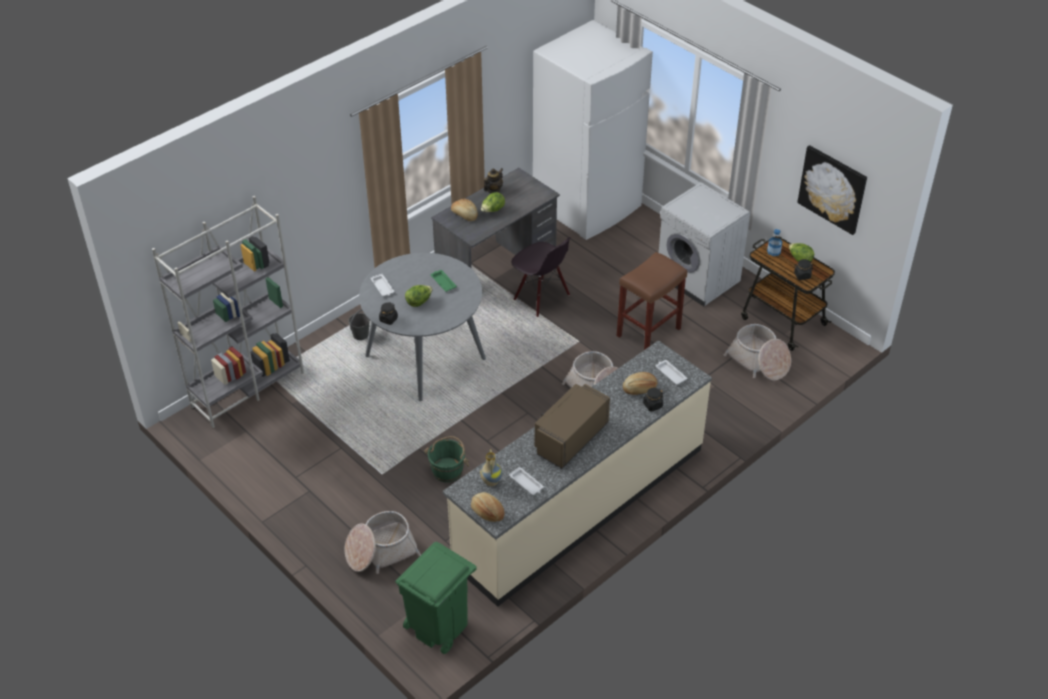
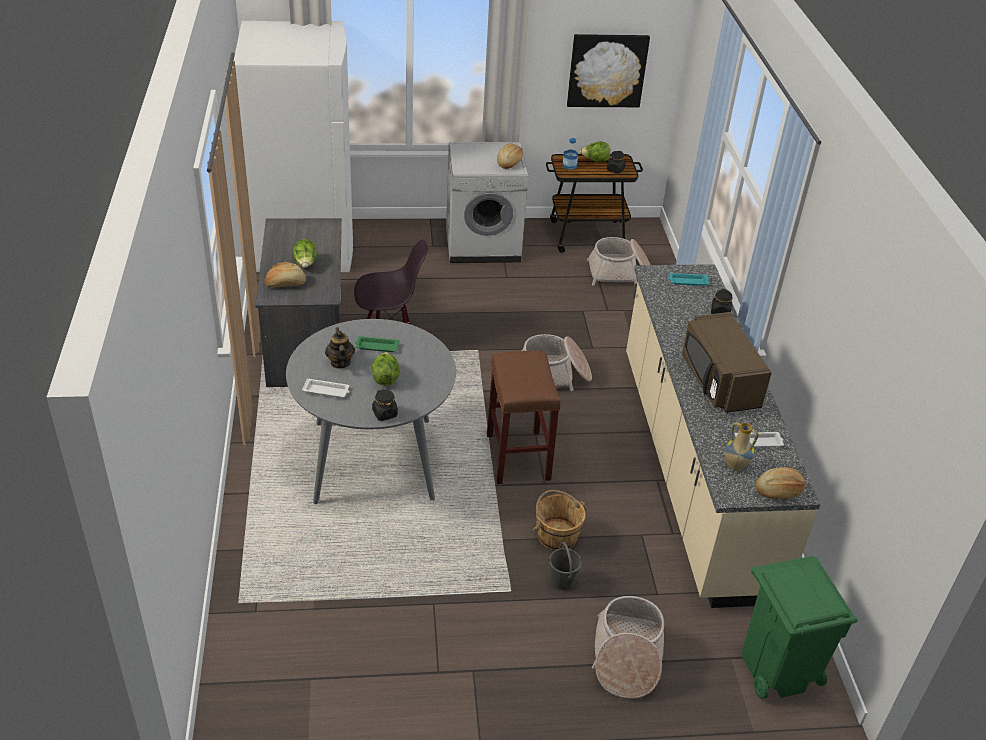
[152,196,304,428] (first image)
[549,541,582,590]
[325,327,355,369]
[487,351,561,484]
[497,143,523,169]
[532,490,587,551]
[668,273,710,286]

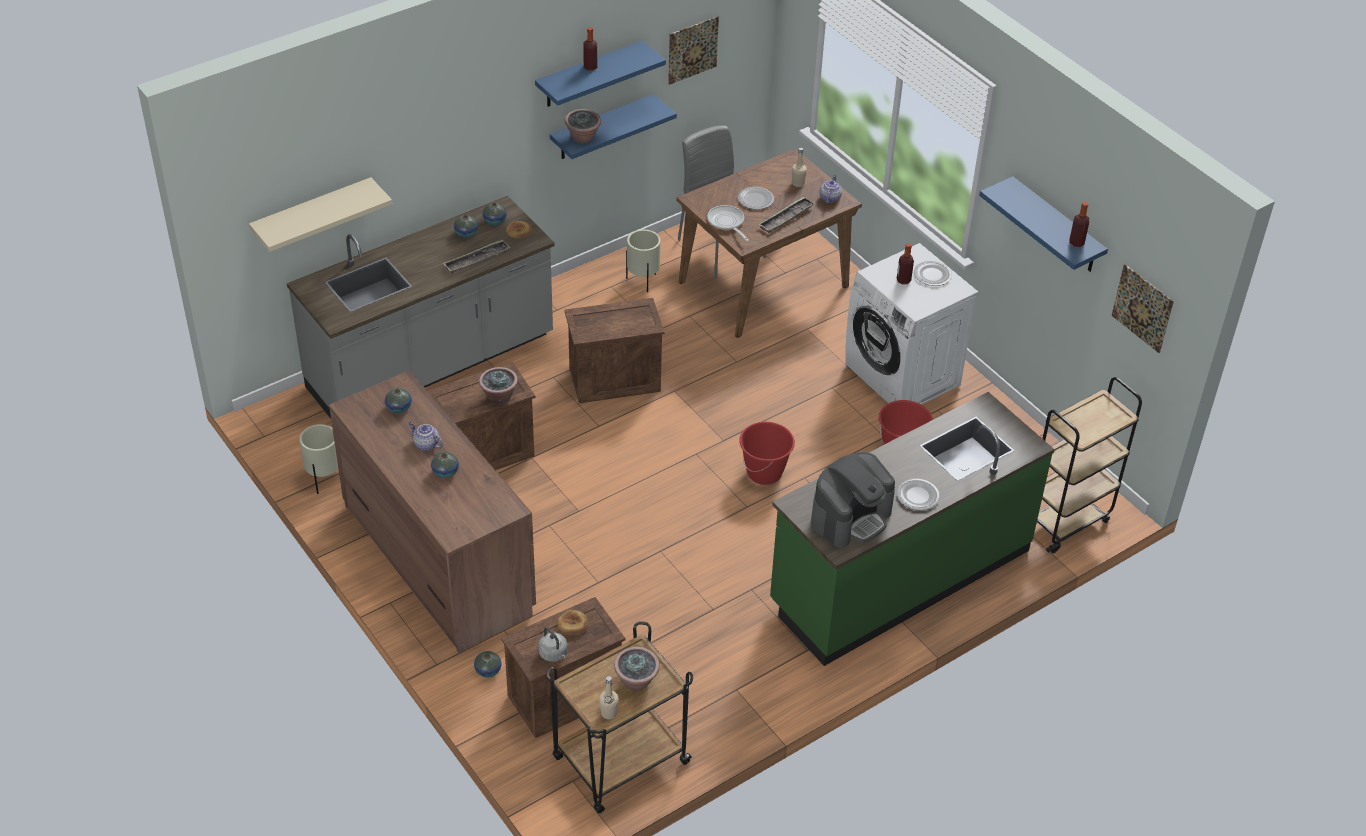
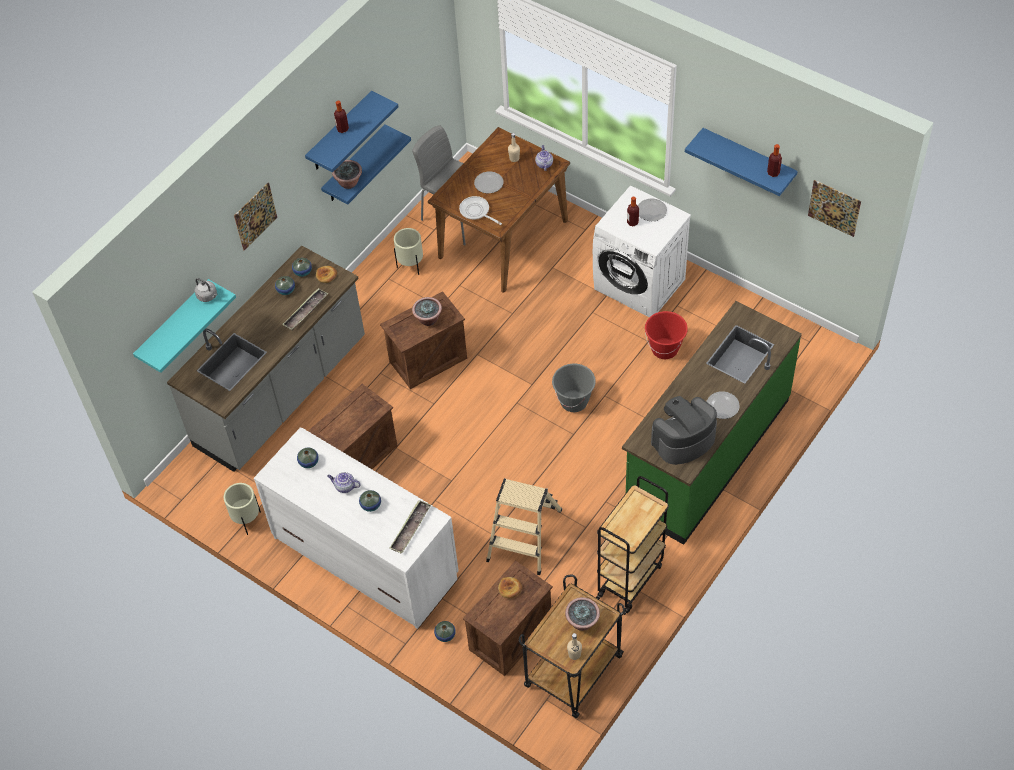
[486,478,562,575]
[412,297,442,326]
[195,278,218,302]
[234,182,277,250]
[390,500,431,553]
[596,476,669,615]
[133,279,236,373]
[254,427,459,629]
[552,364,596,412]
[651,396,717,465]

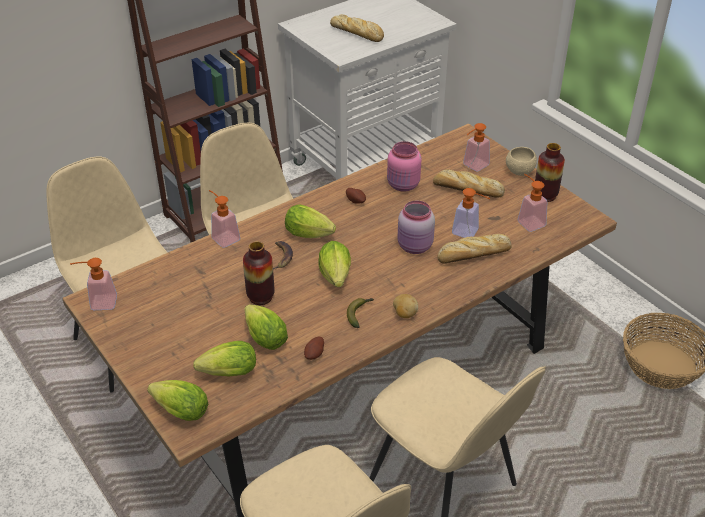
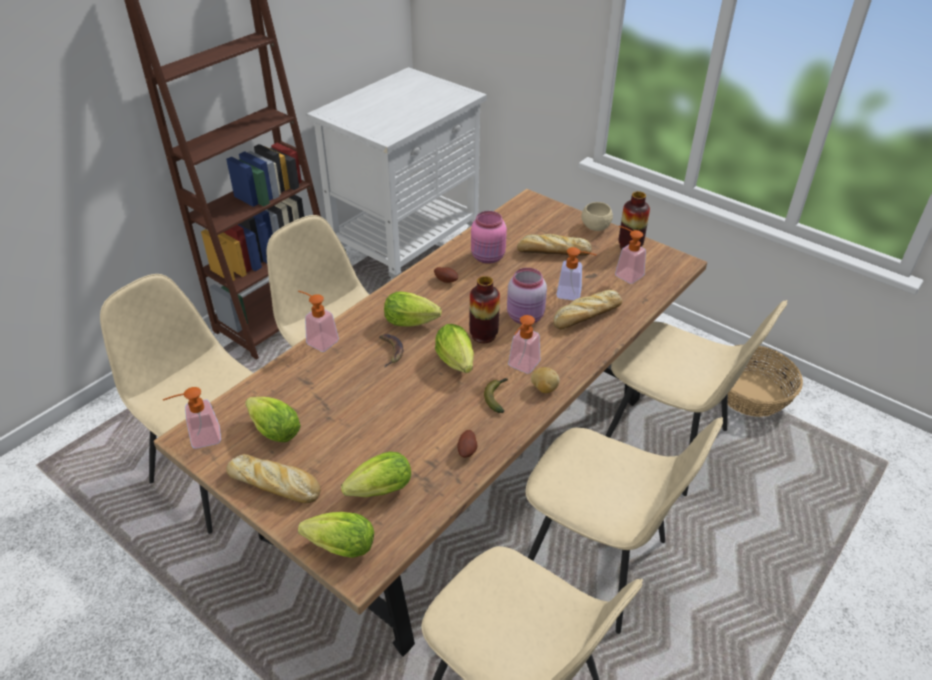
[605,300,787,496]
[469,276,500,343]
[245,397,301,442]
[226,454,321,503]
[508,315,540,374]

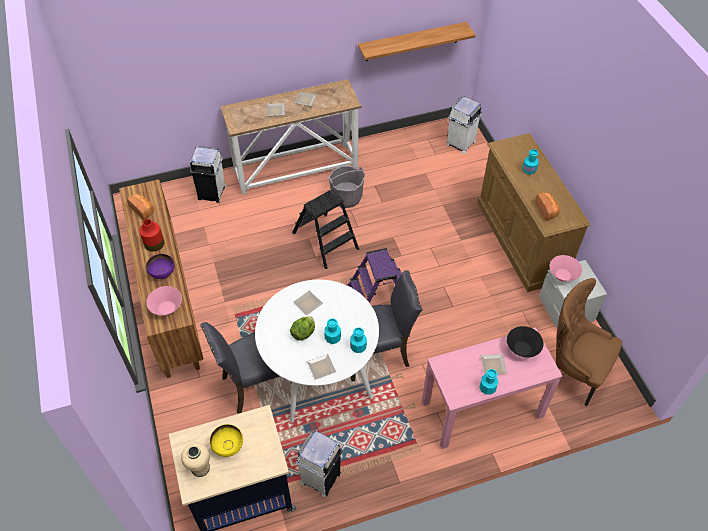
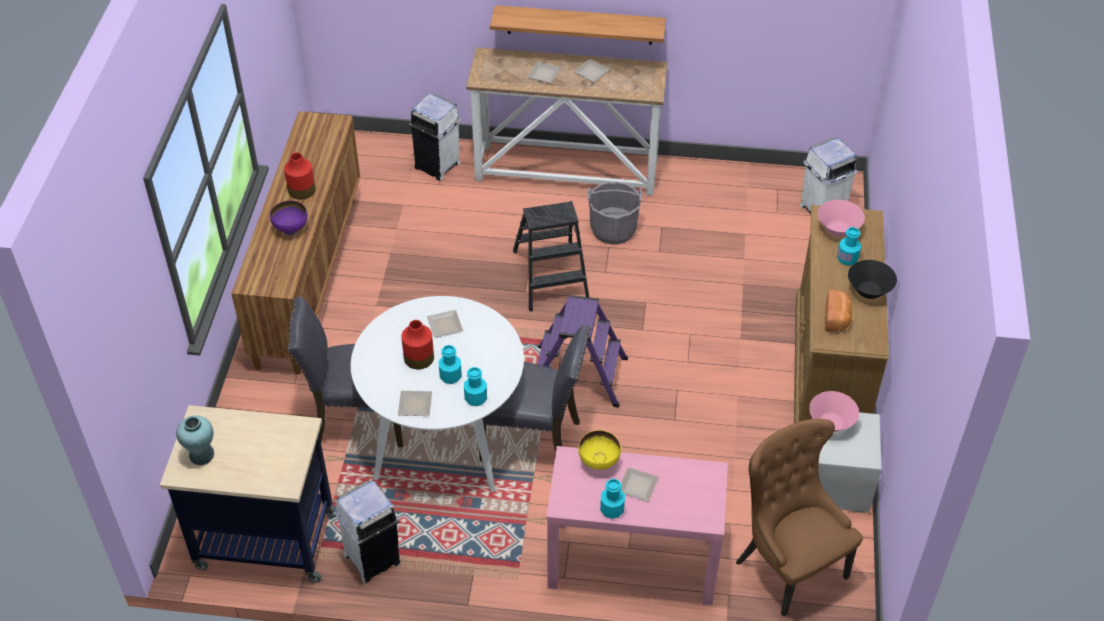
[127,194,154,220] (first image)
[818,200,865,237]
[578,430,621,470]
[490,5,666,45]
[848,260,897,299]
[401,320,434,369]
[176,415,214,465]

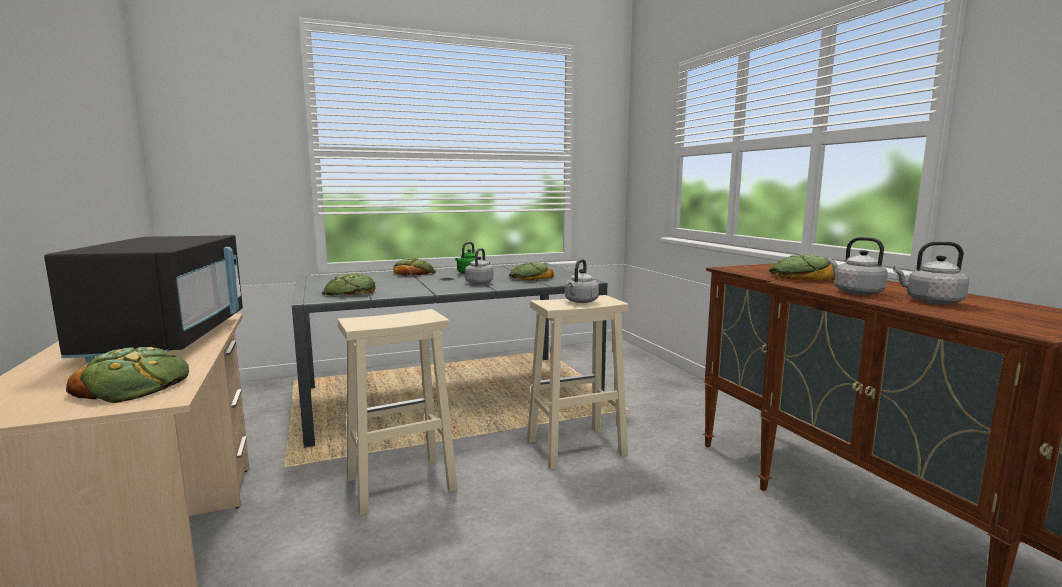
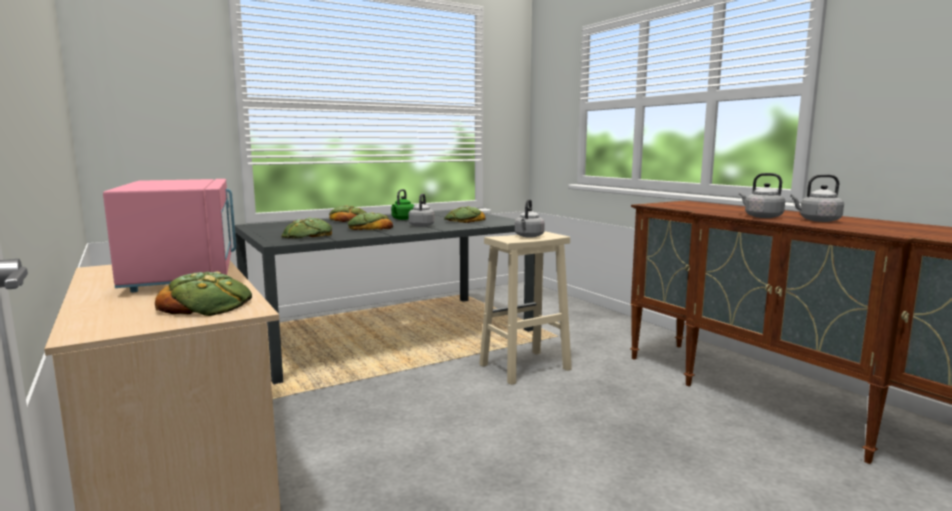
[338,309,458,516] (first image)
[348,212,393,230]
[103,179,236,292]

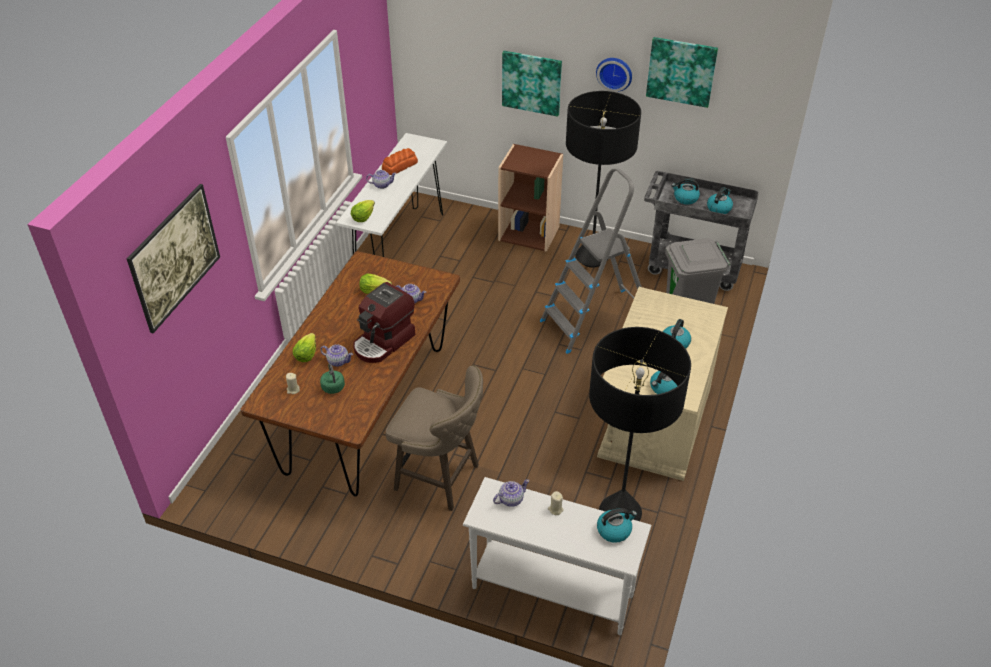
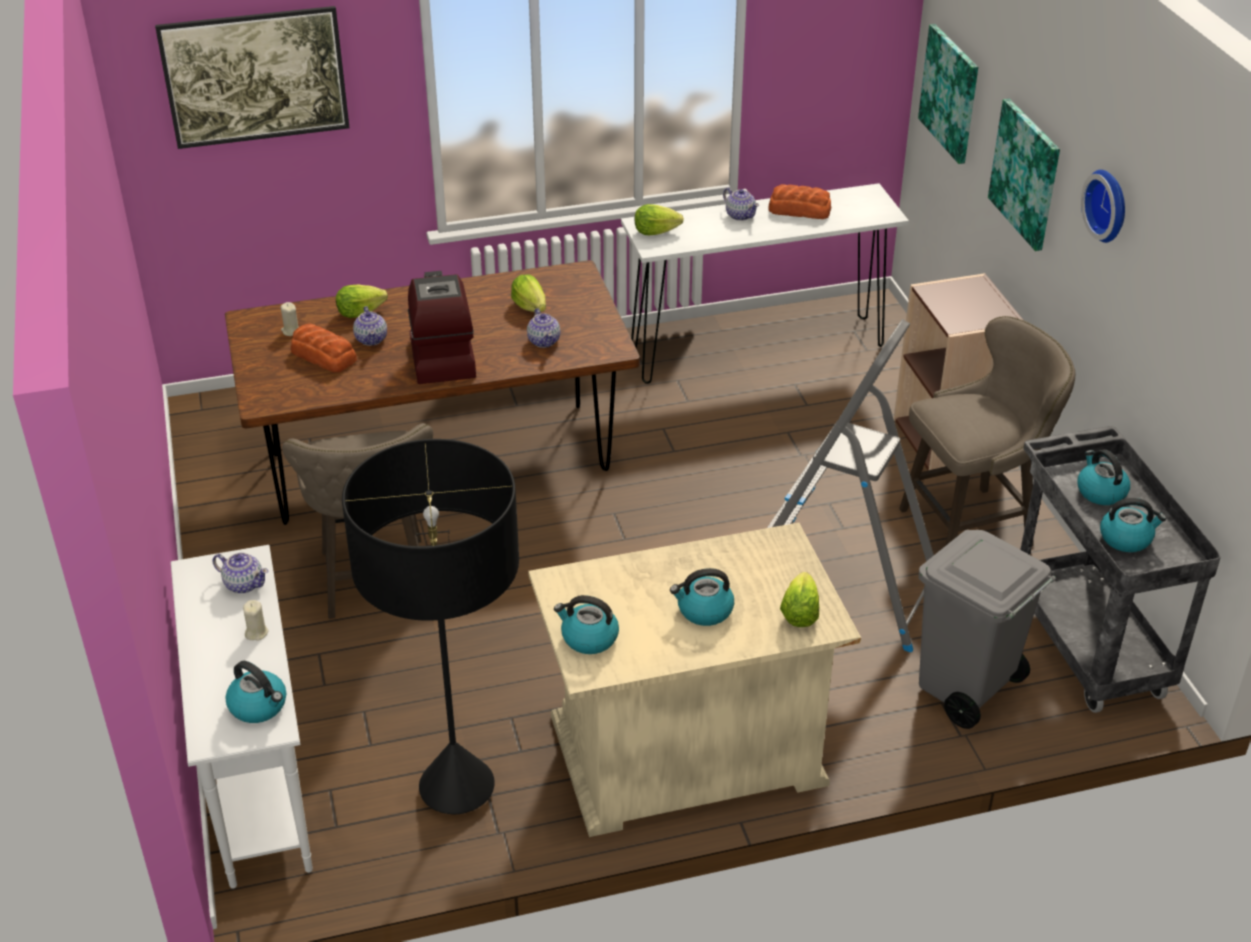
[780,572,819,627]
[918,24,978,164]
[291,324,357,372]
[899,316,1075,546]
[408,271,476,384]

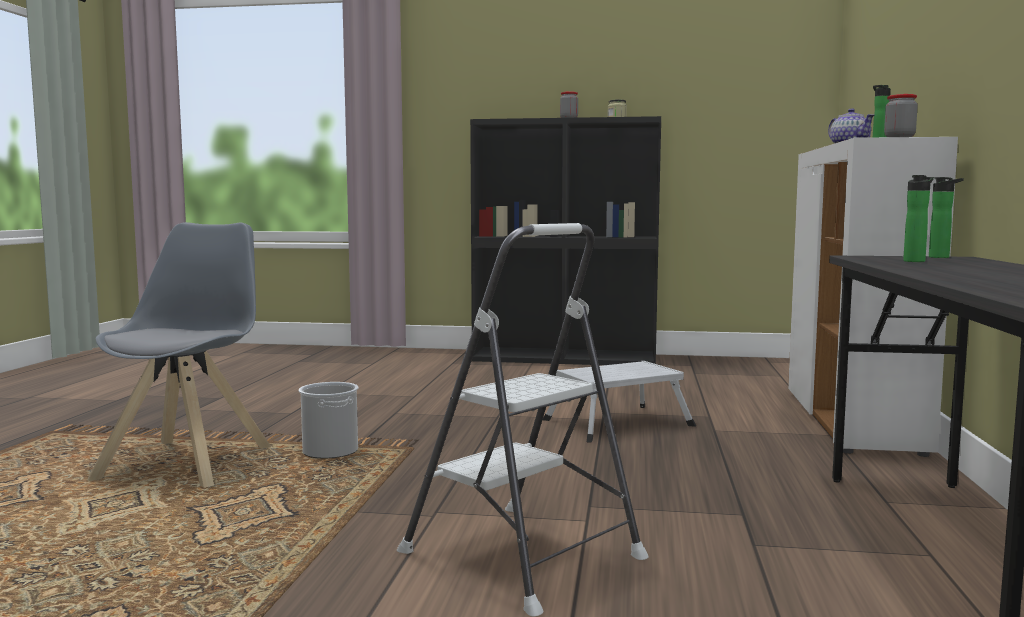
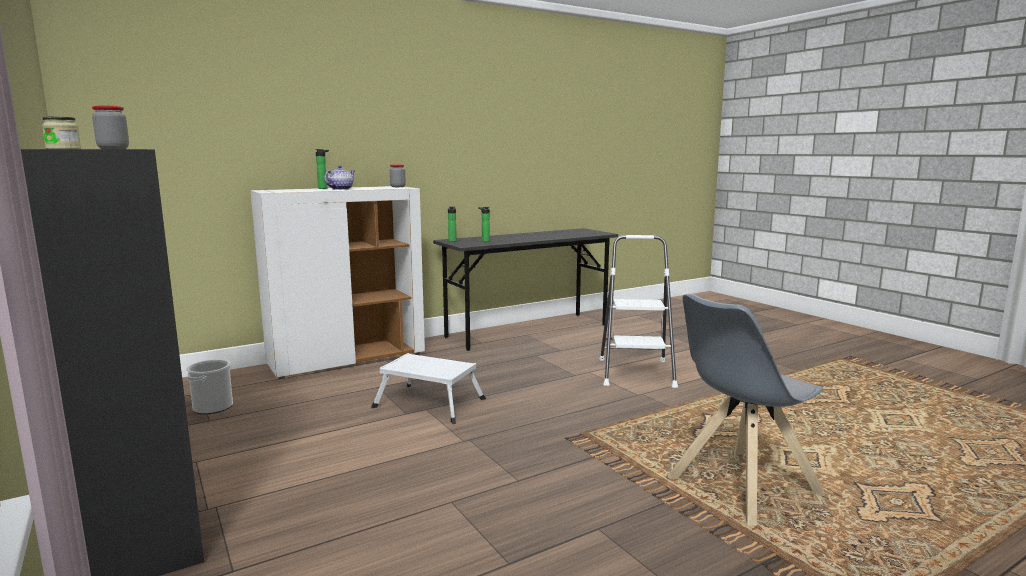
[186,359,233,414]

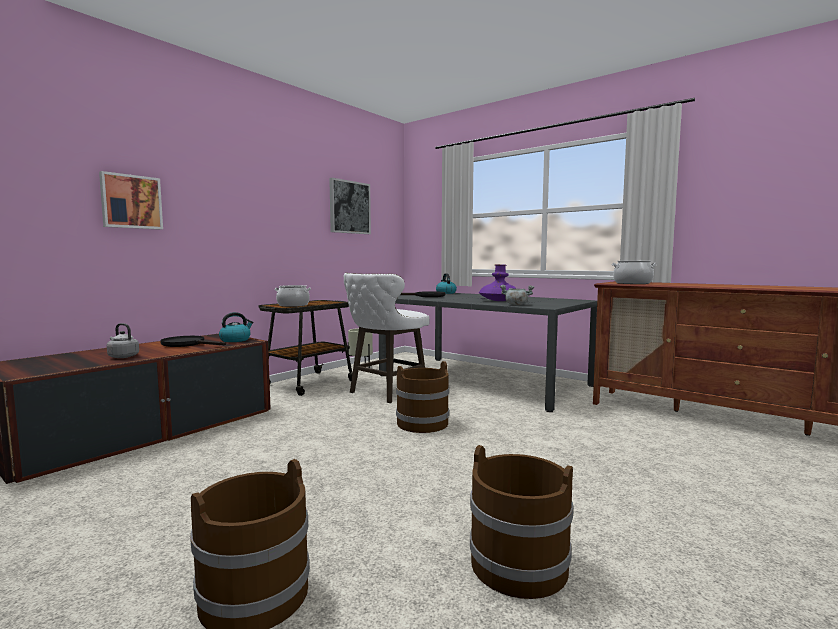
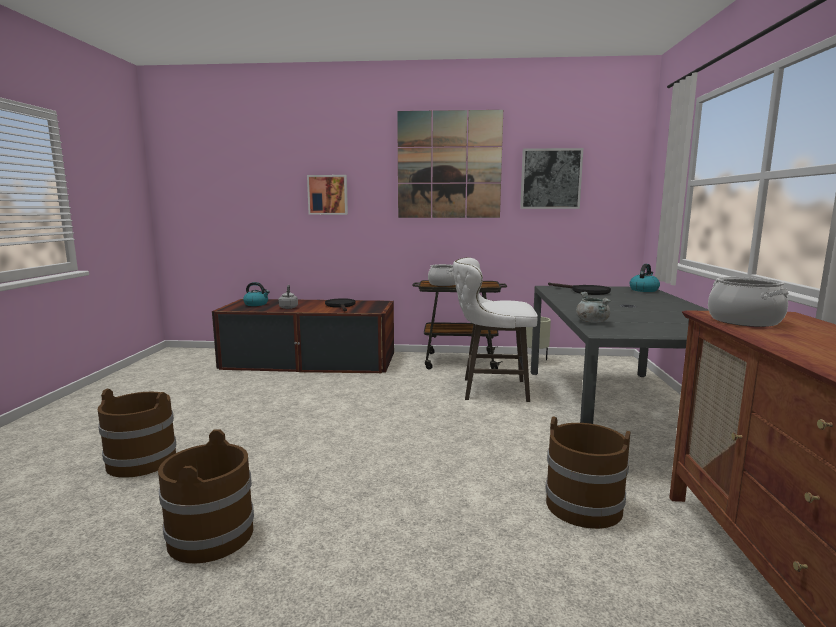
[479,264,517,301] (first image)
[397,110,503,218]
[243,282,270,306]
[546,416,631,529]

